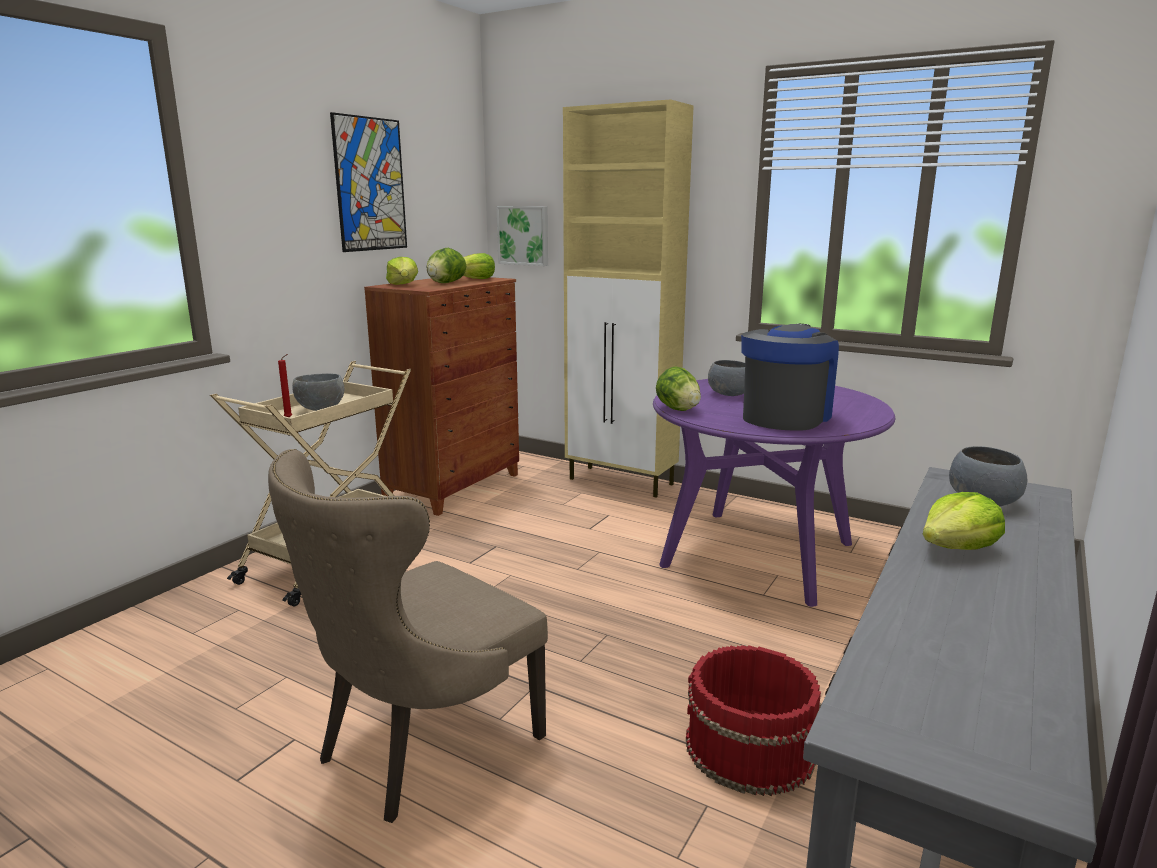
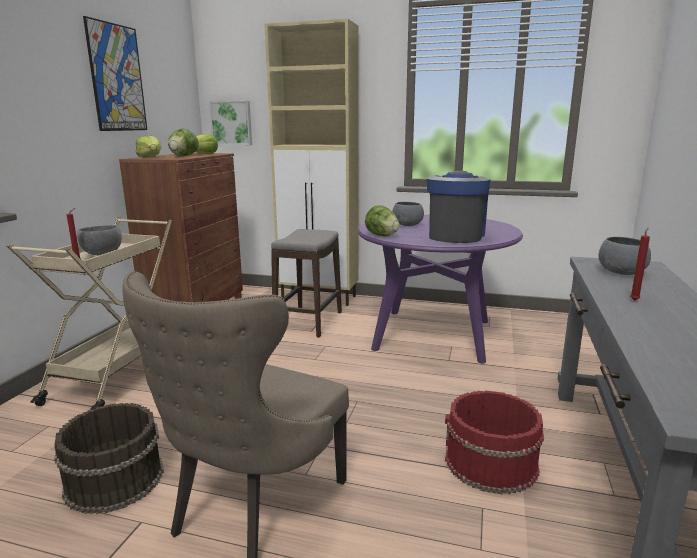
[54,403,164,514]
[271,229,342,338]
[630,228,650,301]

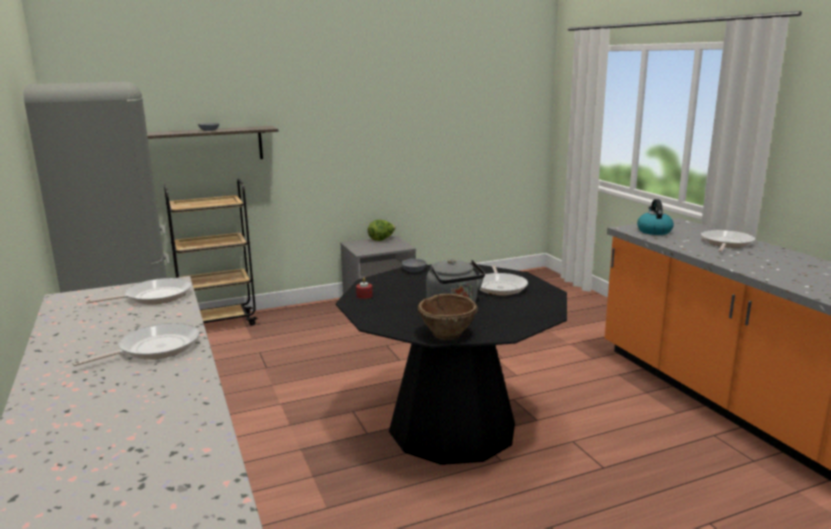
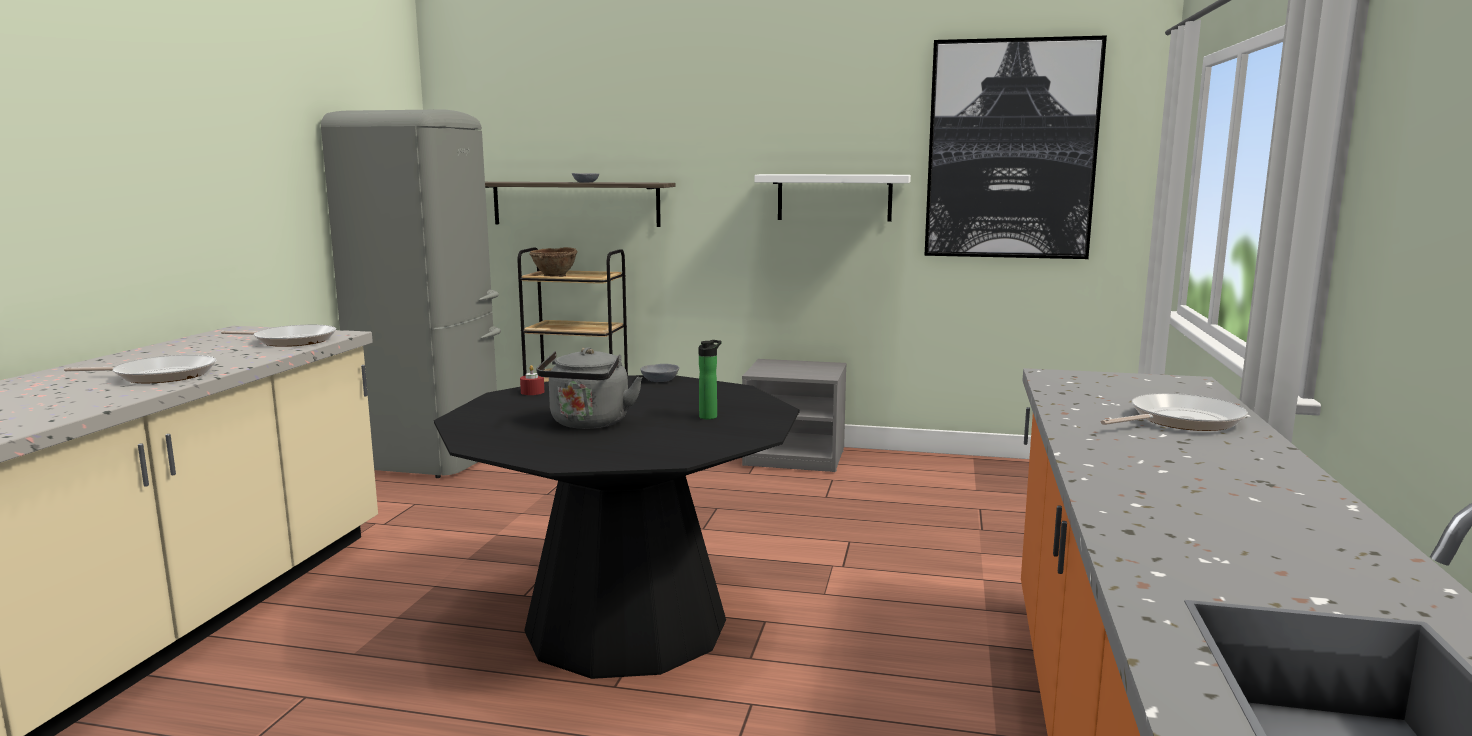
[368,220,396,241] (first image)
[637,199,674,235] (first image)
[754,174,911,222]
[924,35,1107,259]
[529,247,577,277]
[699,340,721,420]

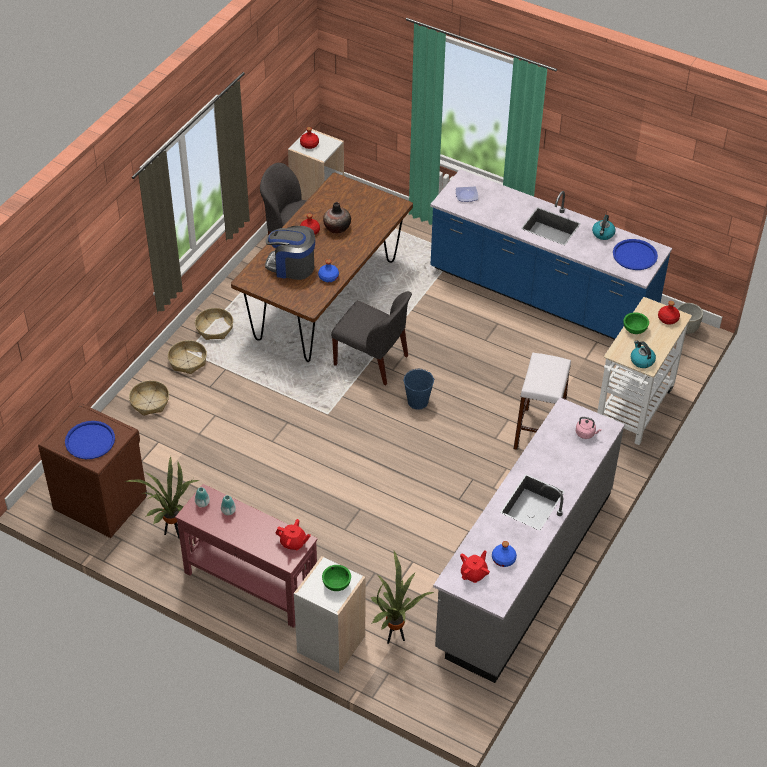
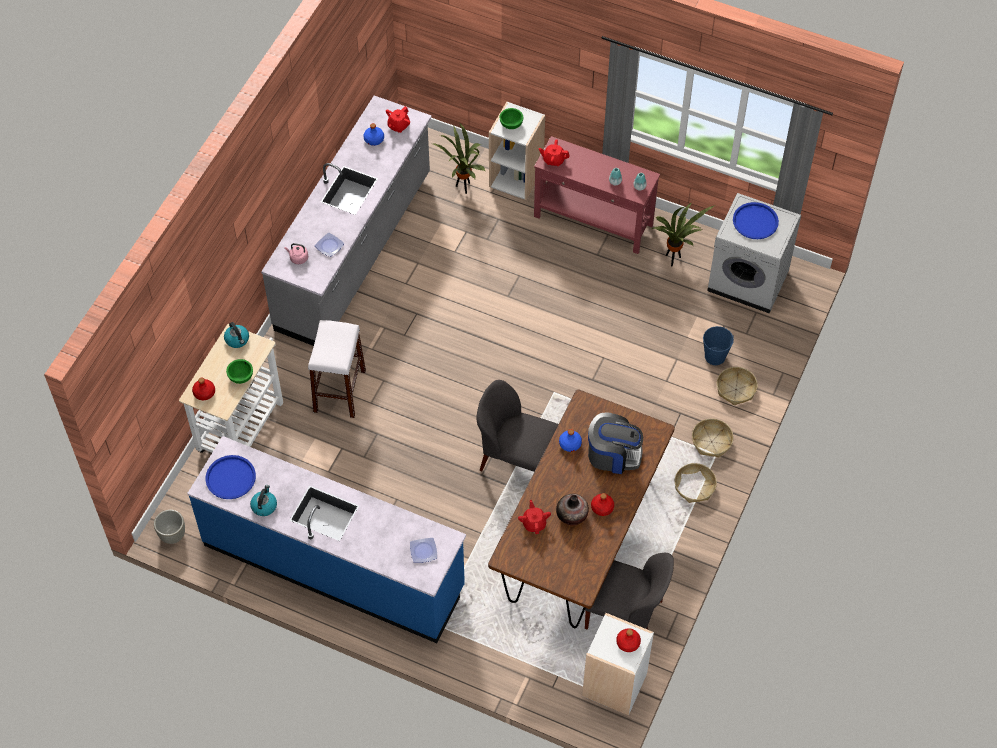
[314,233,344,257]
[518,500,551,534]
[703,326,734,365]
[707,193,801,313]

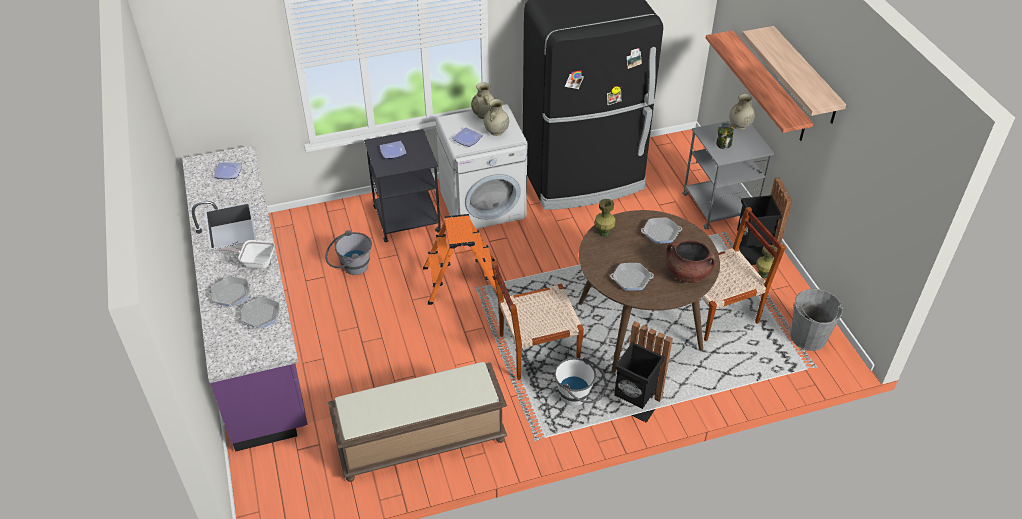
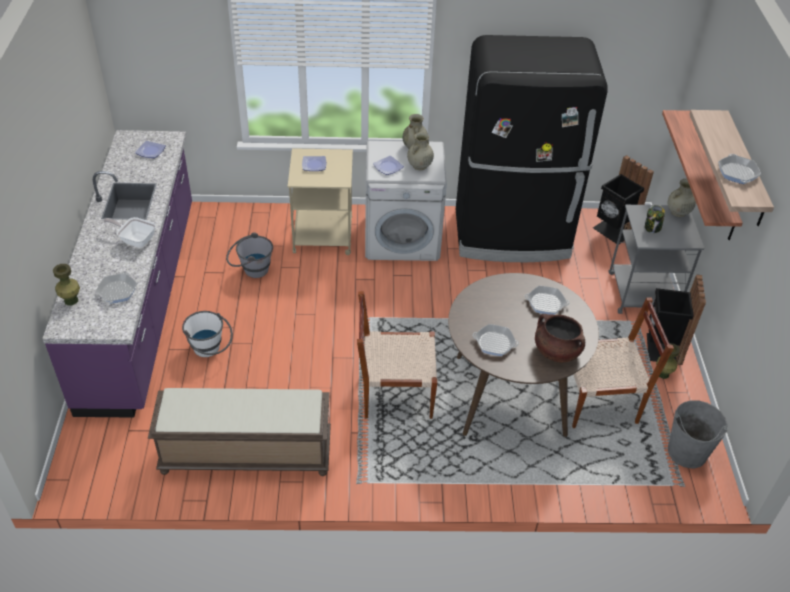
[423,214,497,305] (first image)
[718,154,761,184]
[182,311,233,357]
[53,264,80,305]
[593,155,654,244]
[288,148,353,255]

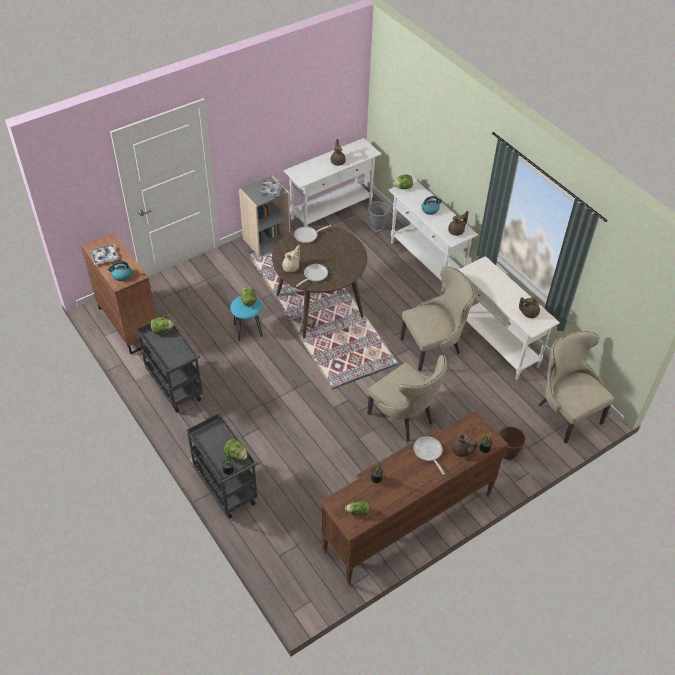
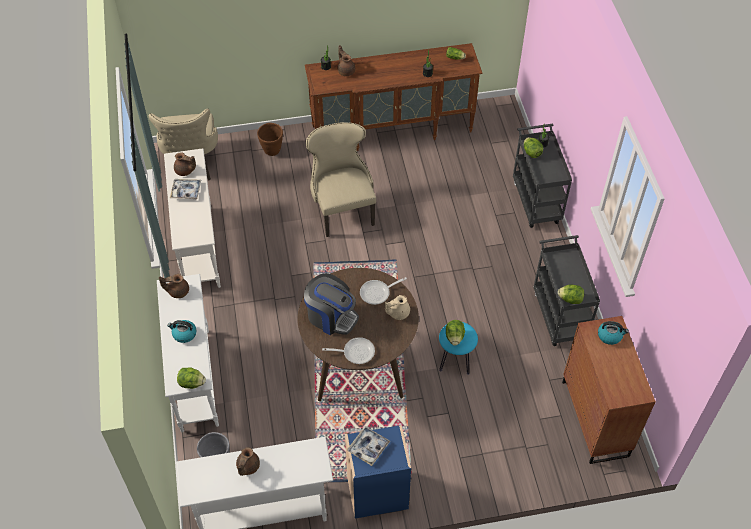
[400,266,475,371] (first image)
[414,437,445,475] (first image)
[304,273,359,335]
[170,179,201,199]
[345,425,411,519]

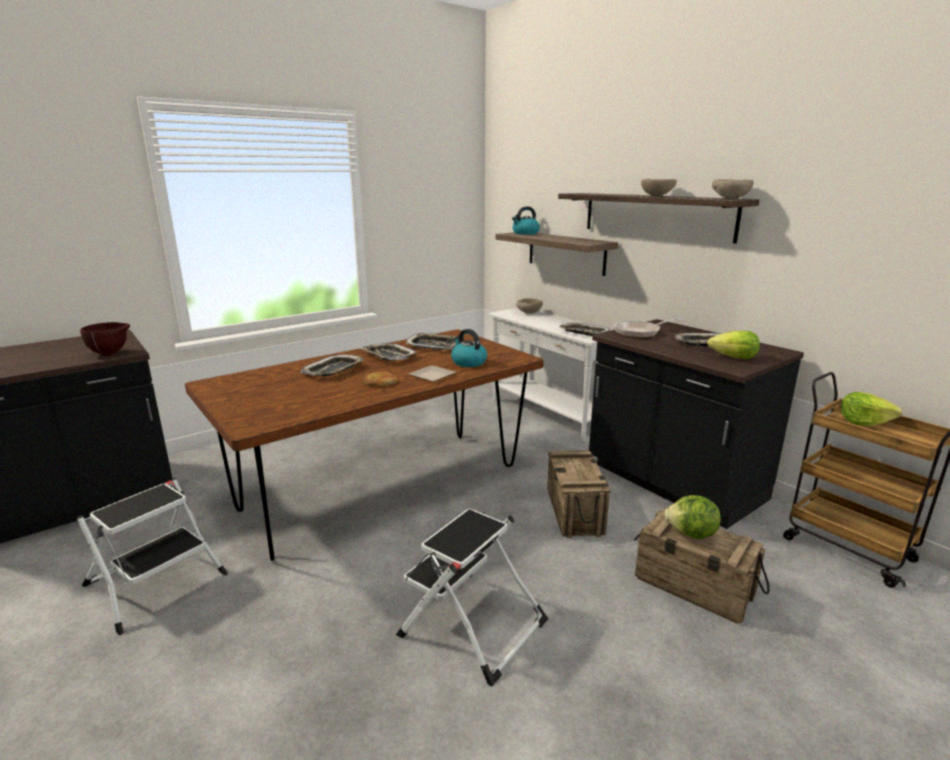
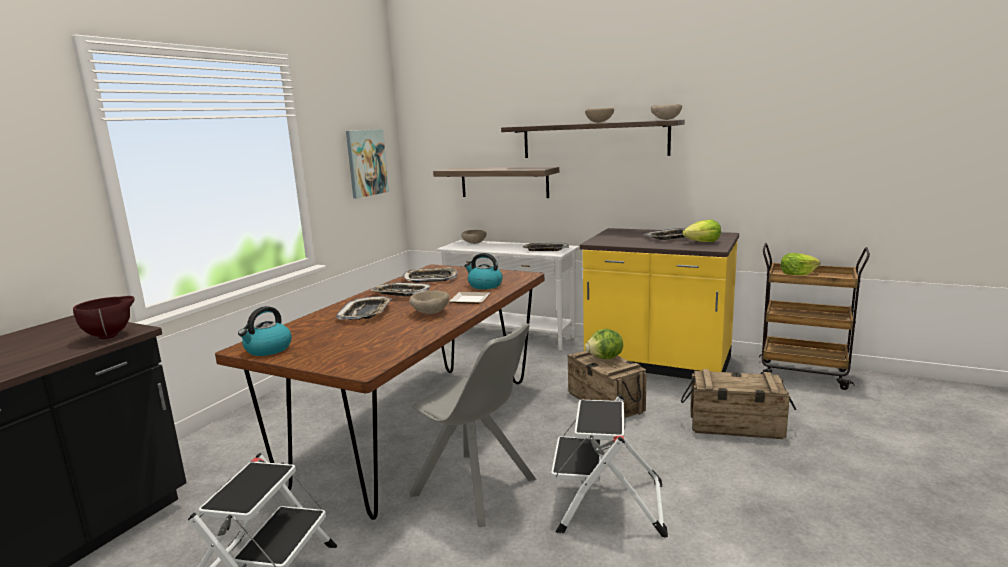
[614,318,682,338] (first image)
[346,129,389,198]
[409,323,537,527]
[238,306,292,356]
[585,329,623,359]
[409,291,449,314]
[580,228,739,379]

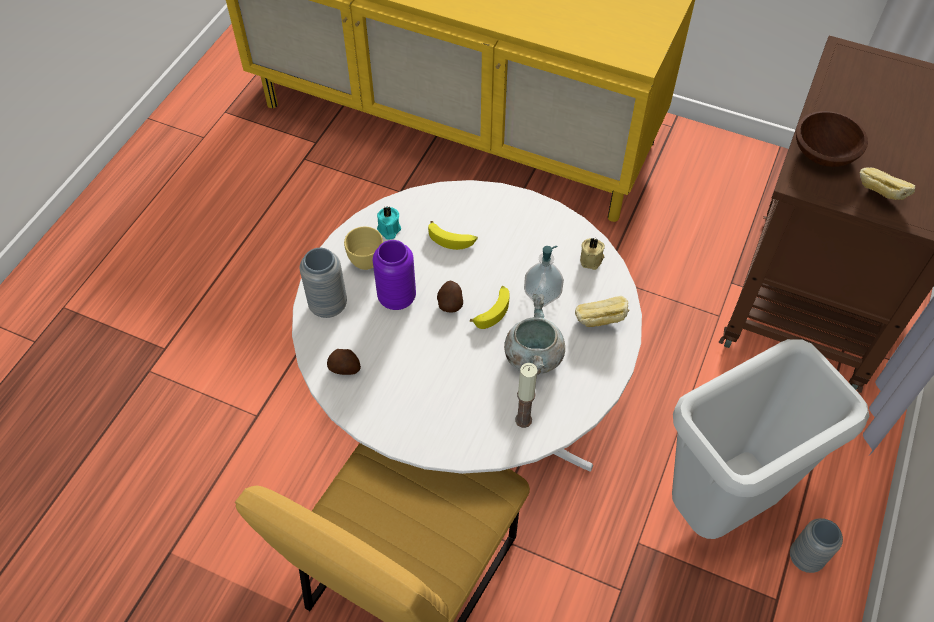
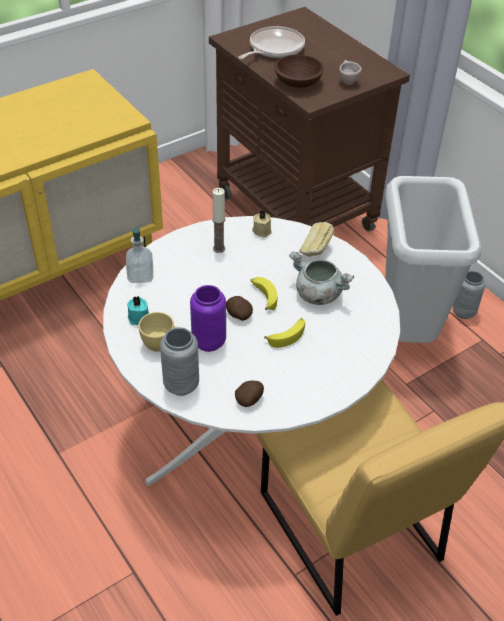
[238,26,305,59]
[264,318,305,348]
[212,188,226,253]
[126,226,153,283]
[339,60,362,85]

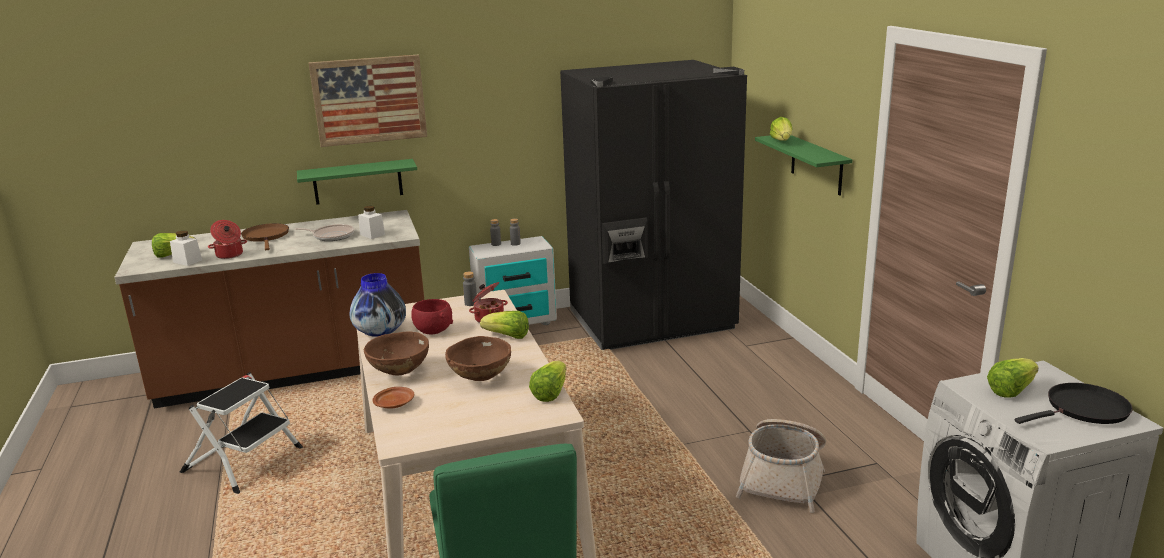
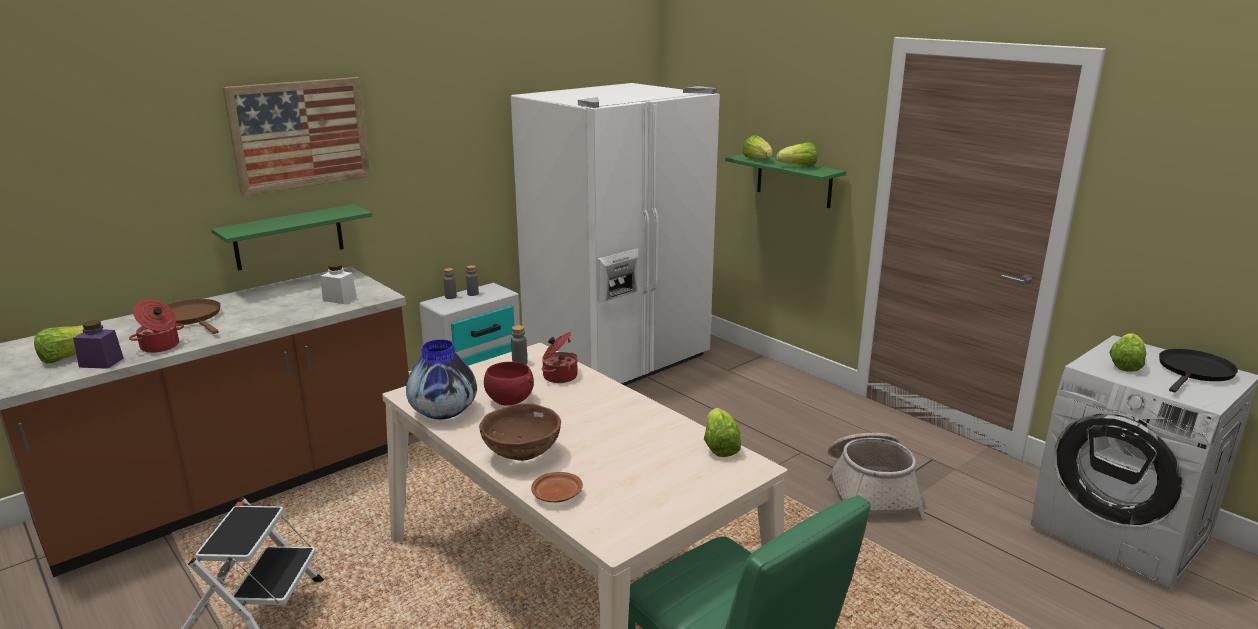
[295,224,354,241] (first image)
[445,336,511,381] (first image)
[776,142,817,167]
[73,320,124,369]
[511,83,720,386]

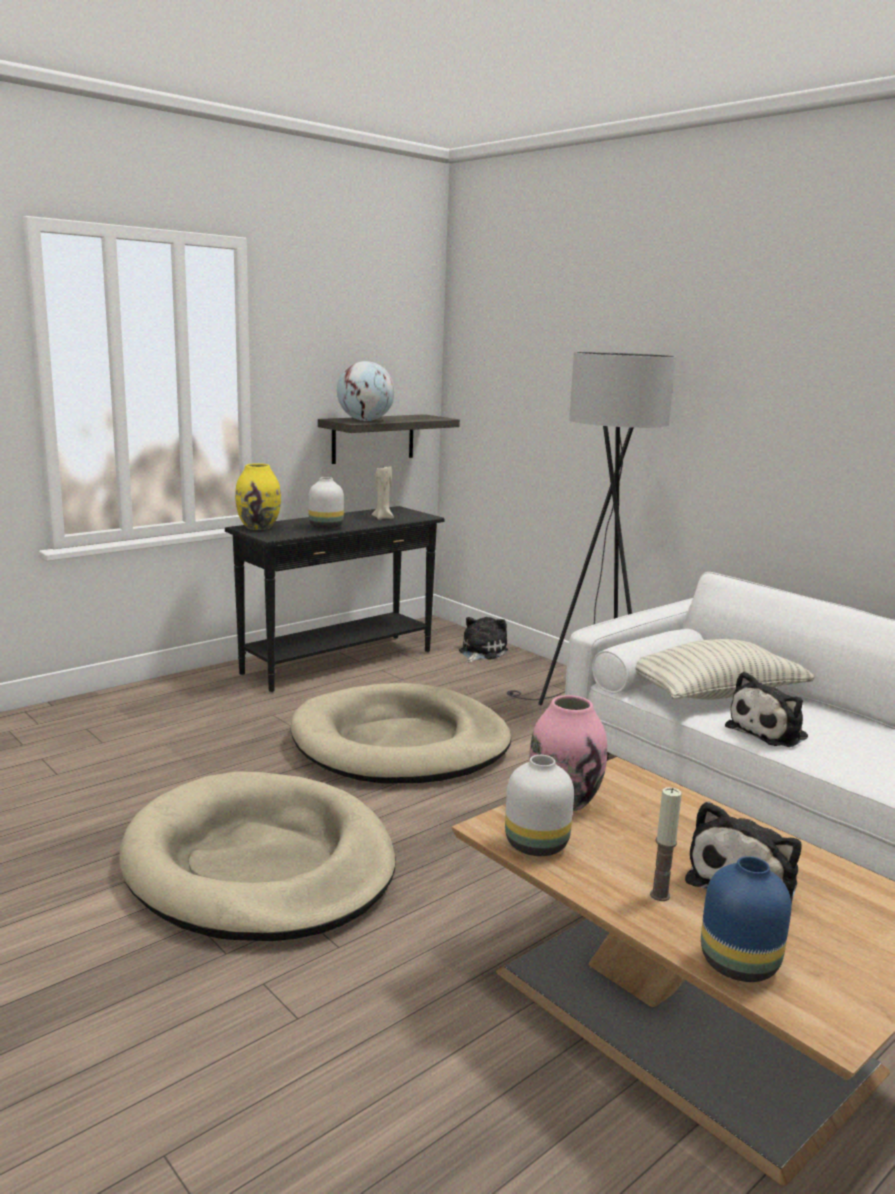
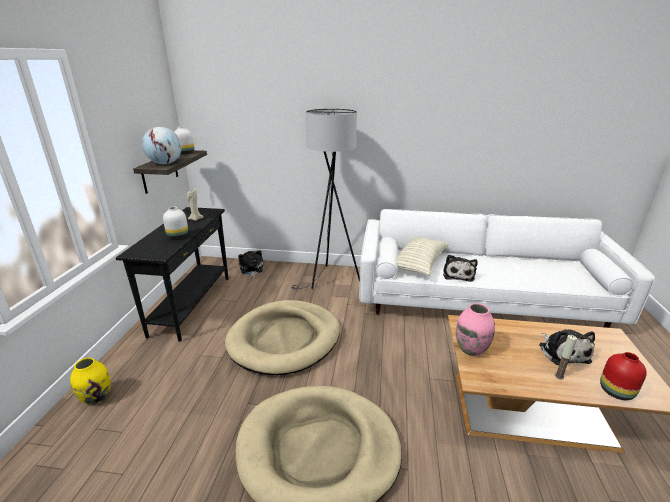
[70,358,111,405]
[174,126,194,154]
[600,352,647,400]

